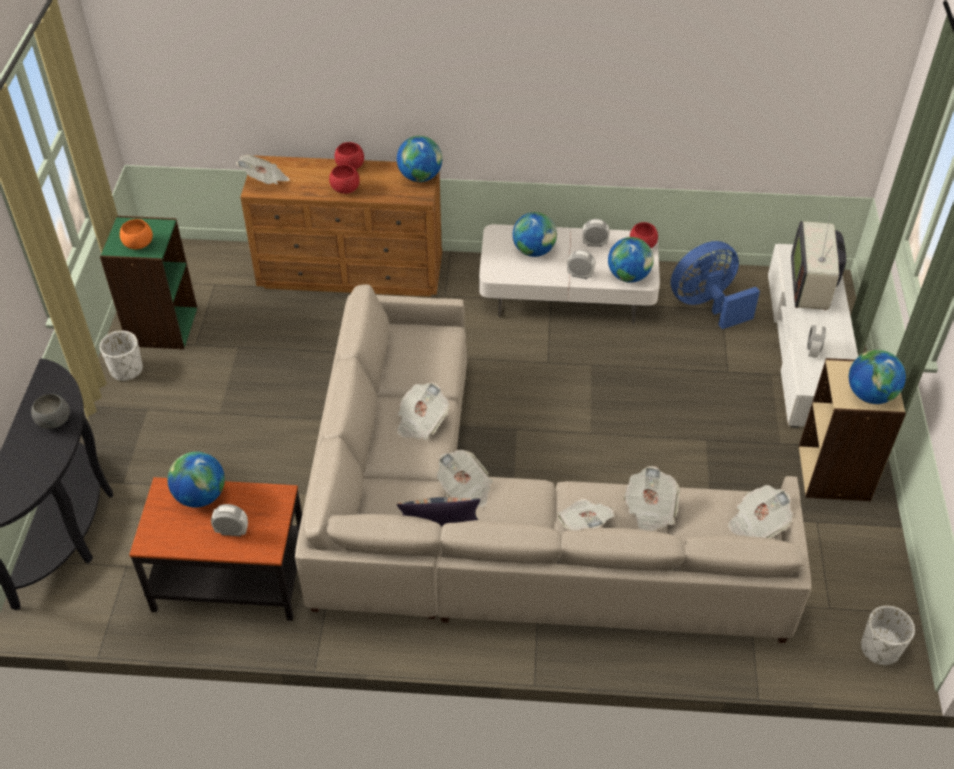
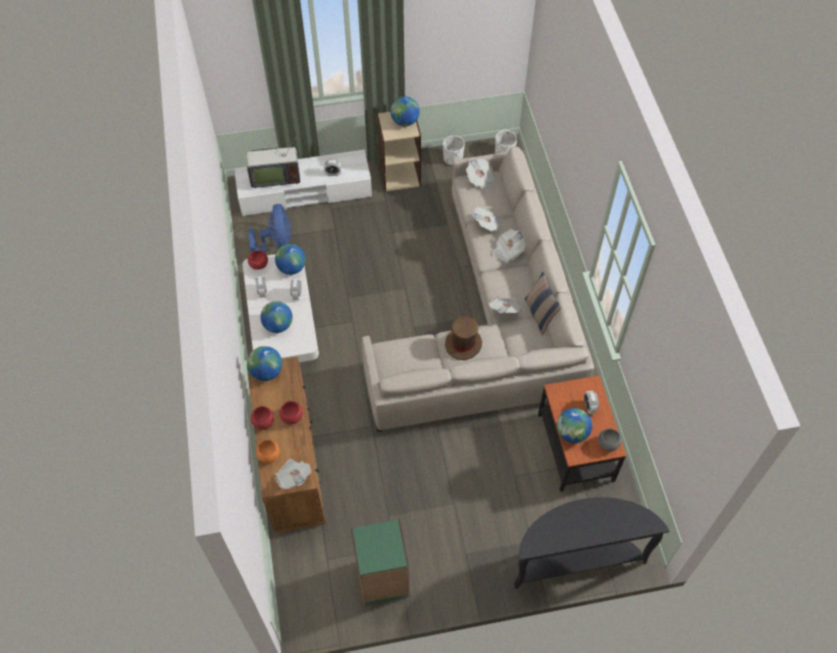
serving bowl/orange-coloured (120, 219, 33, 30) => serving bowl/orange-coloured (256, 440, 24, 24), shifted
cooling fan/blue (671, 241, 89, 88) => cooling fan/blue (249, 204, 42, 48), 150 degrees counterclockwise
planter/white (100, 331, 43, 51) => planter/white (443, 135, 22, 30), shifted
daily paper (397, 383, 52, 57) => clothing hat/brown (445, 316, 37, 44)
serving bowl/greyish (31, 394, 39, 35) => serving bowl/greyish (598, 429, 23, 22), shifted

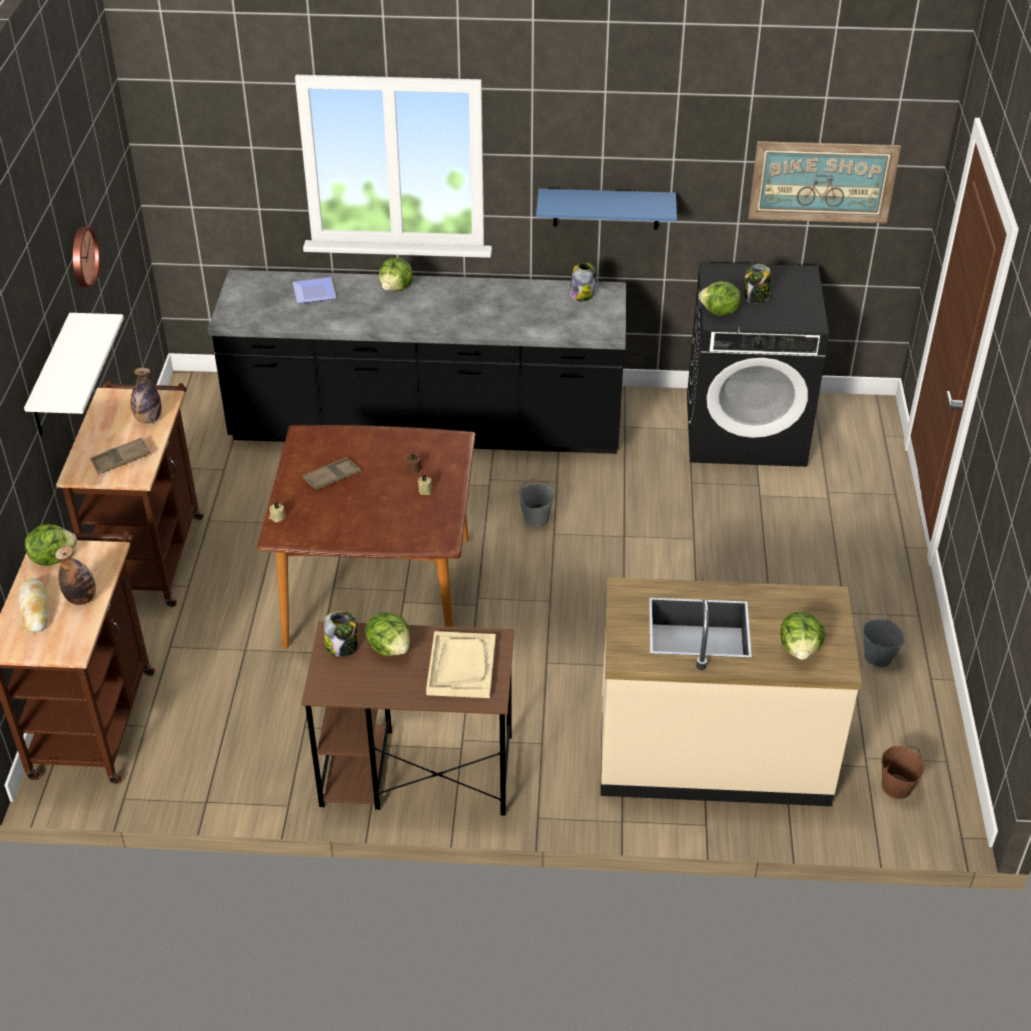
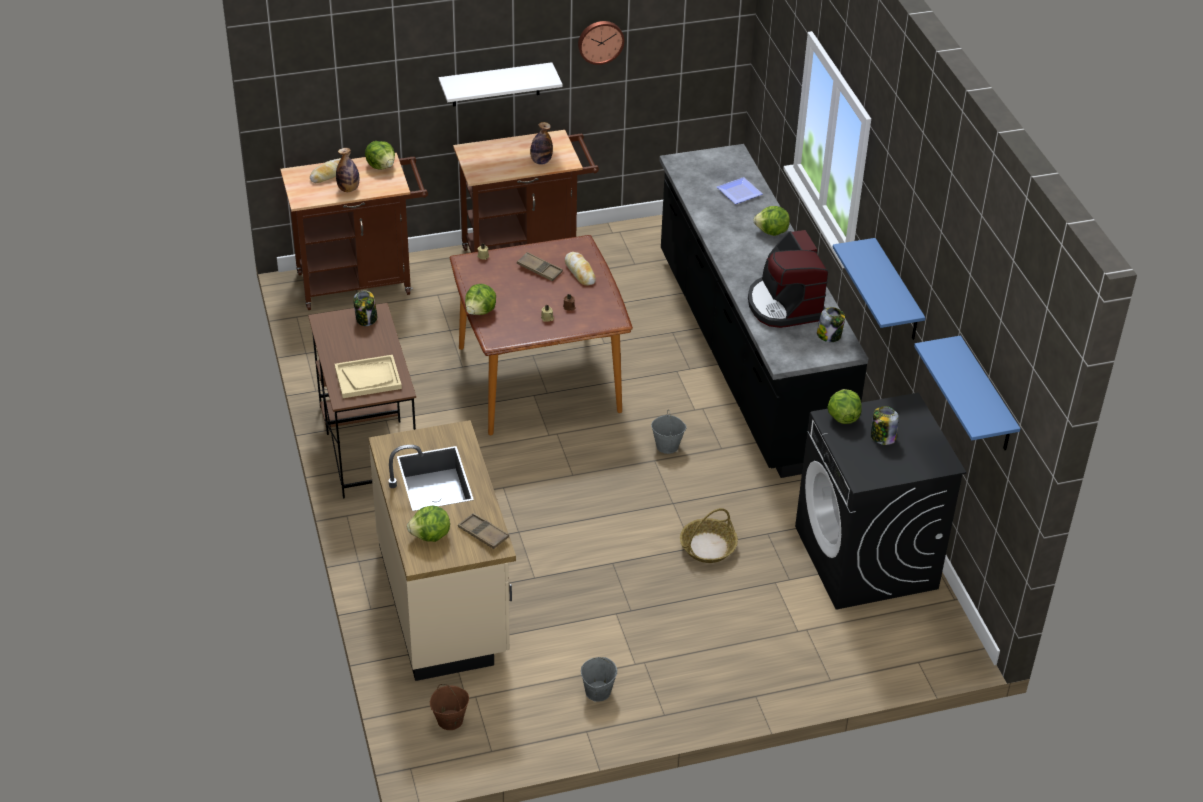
wall art (748, 141, 153, 82) => wall shelf/blue (914, 335, 107, 115)
carrying tray/brown (90, 437, 60, 37) => carrying tray/brown (458, 513, 51, 36), shifted
head of lettuce (365, 612, 45, 44) => head of lettuce (465, 284, 31, 31), shifted
nothing => coffee machine (748, 230, 80, 98)
nothing => bakery bread (565, 252, 31, 33)
nothing => basket (680, 508, 58, 55)

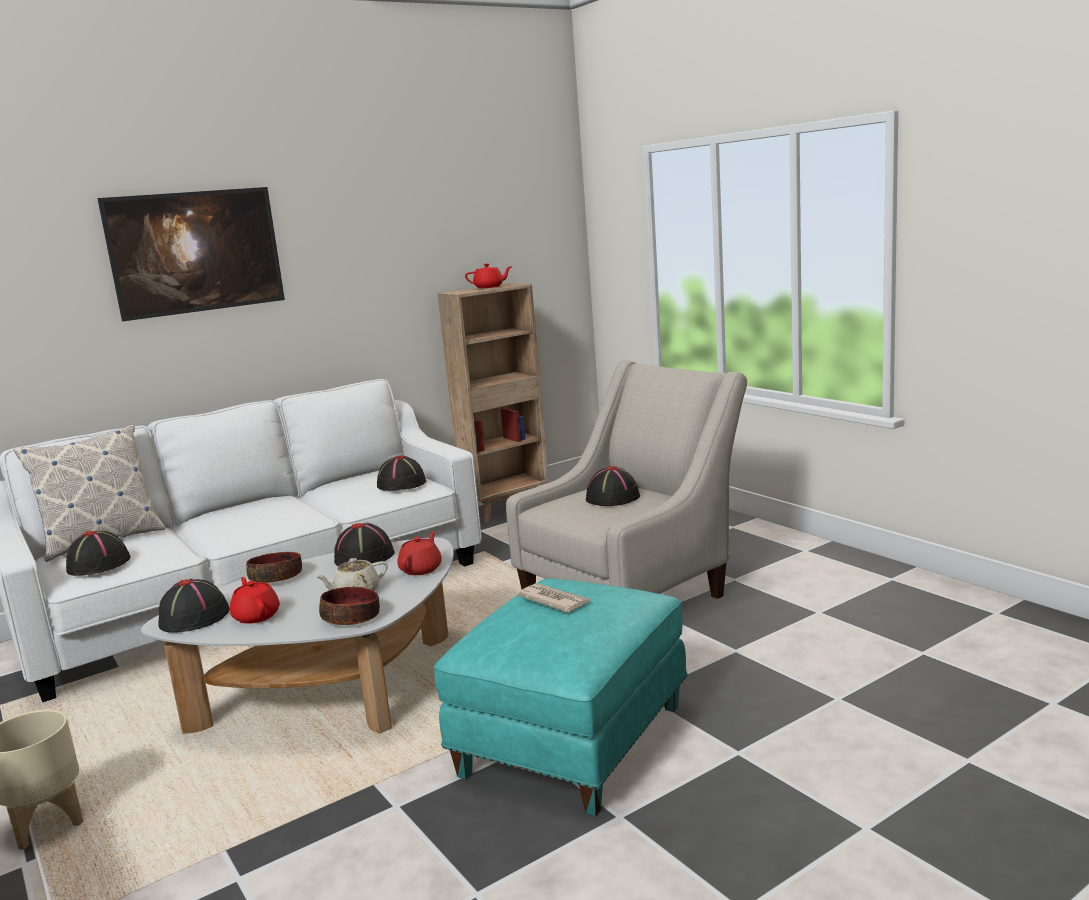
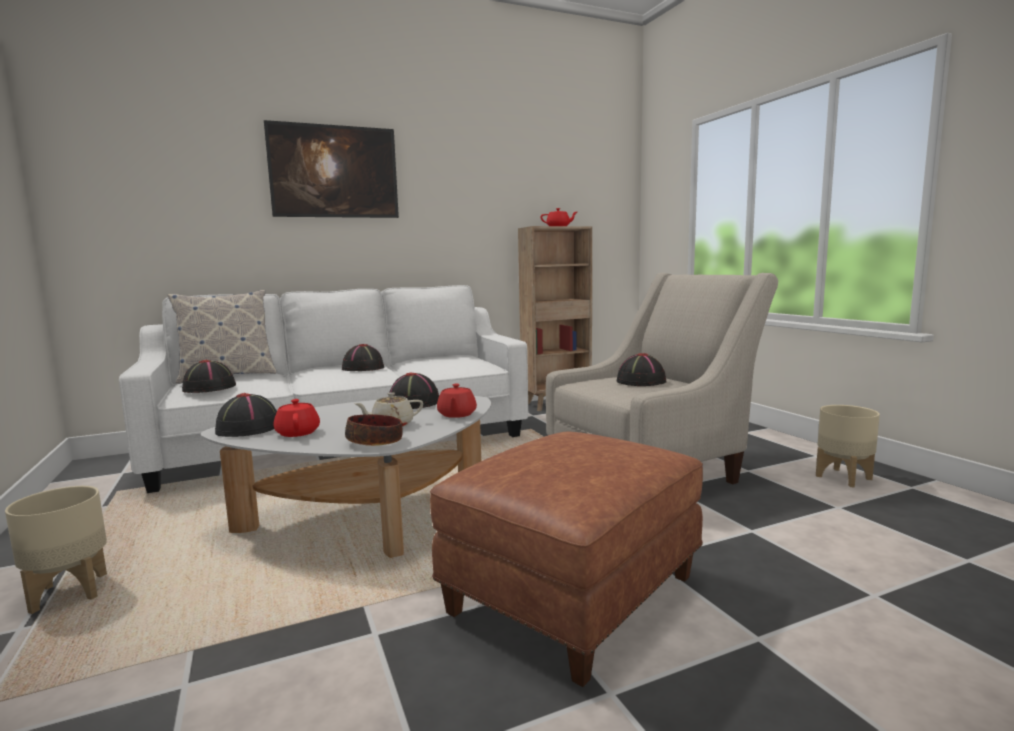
clothing hat/black (377, 456, 49, 35) => clothing hat/black (342, 344, 42, 27), shifted
tea pot/red (397, 531, 45, 44) => tea pot/red (437, 384, 40, 34), 150 degrees clockwise
serving bowl (246, 552, 56, 31) => nothing
pouffe/turquoise-coloured (434, 579, 254, 237) => pouffe/brown (430, 432, 273, 255)
daily paper (516, 583, 74, 30) => nothing
nothing => planter/beige-coloured (816, 405, 64, 82)

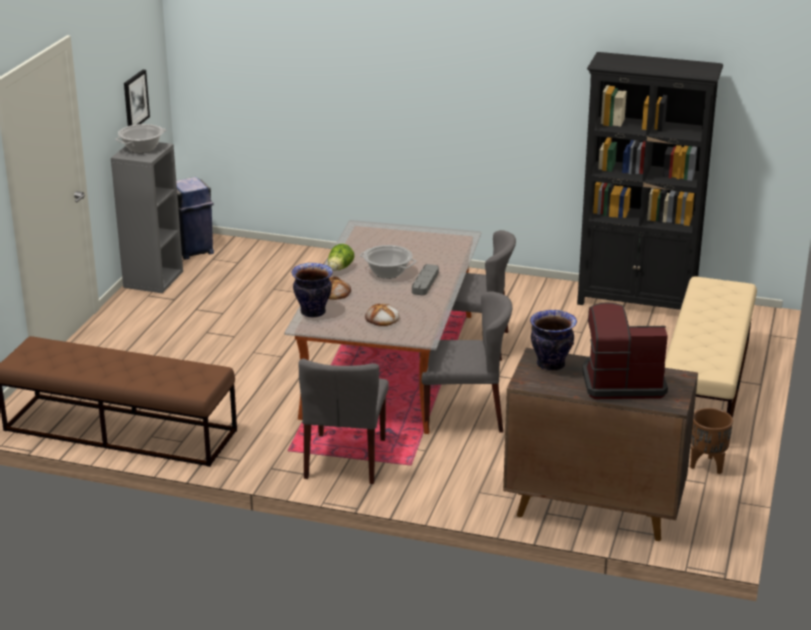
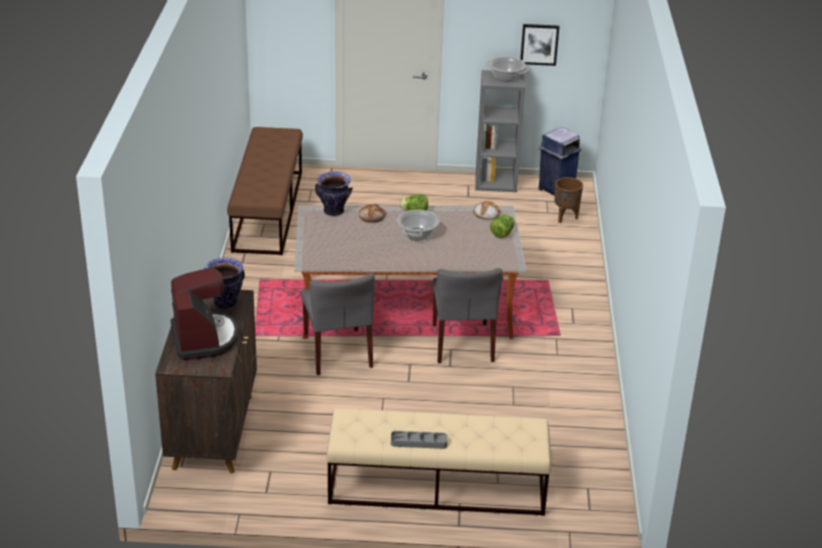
bookcase/black (577, 52, 146, 258) => nothing
carrying tray/greyish (412, 264, 27, 31) => carrying tray/greyish (391, 431, 57, 18), shifted
bakery bread (365, 304, 35, 22) => bakery bread (473, 201, 27, 19), shifted
chair/greyish (299, 359, 90, 125) => nothing
planter/brown (690, 408, 43, 66) => planter/brown (554, 177, 29, 46), shifted
nothing => head of lettuce (490, 215, 25, 23)

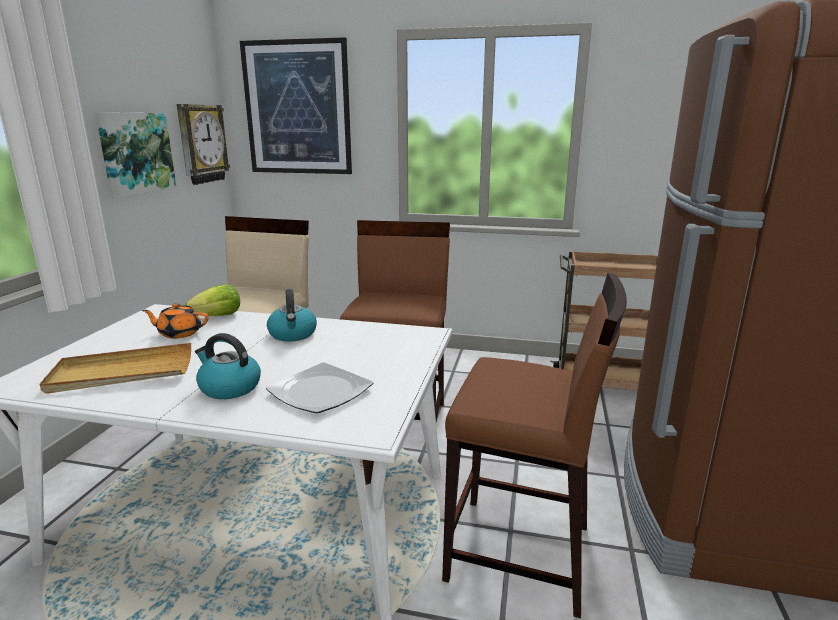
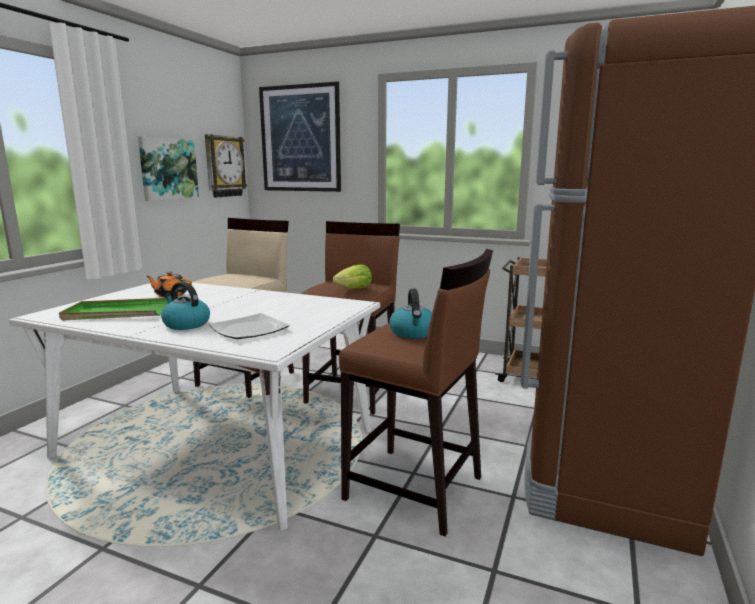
head of lettuce (185, 284, 55, 32) => head of lettuce (333, 264, 39, 25), shifted
tea kettle (267, 289, 50, 53) => tea kettle (389, 289, 43, 50), shifted
carrying tray/beige-coloured (39, 343, 152, 51) => carrying tray/green-coloured (59, 298, 109, 23)

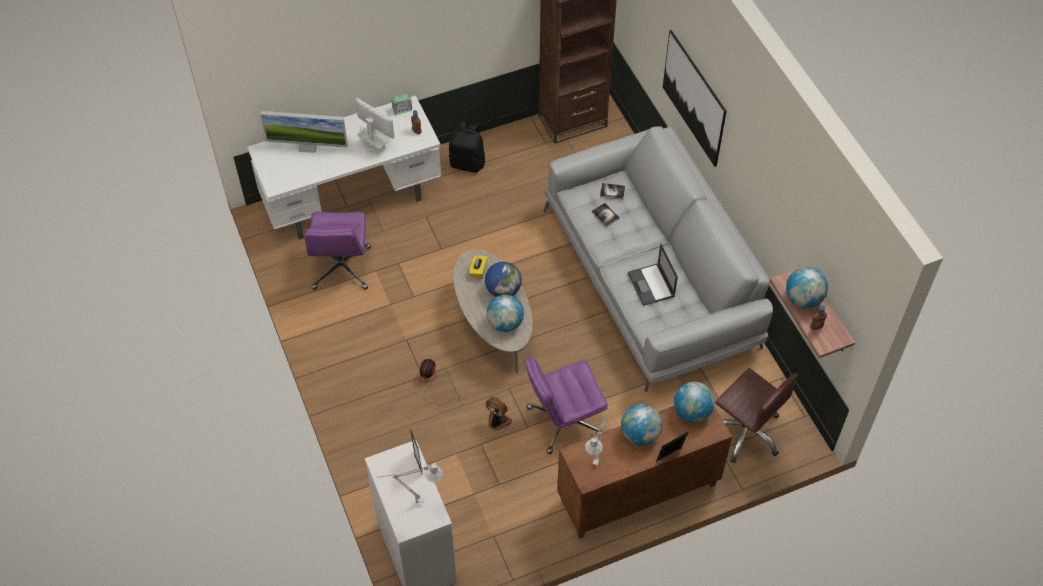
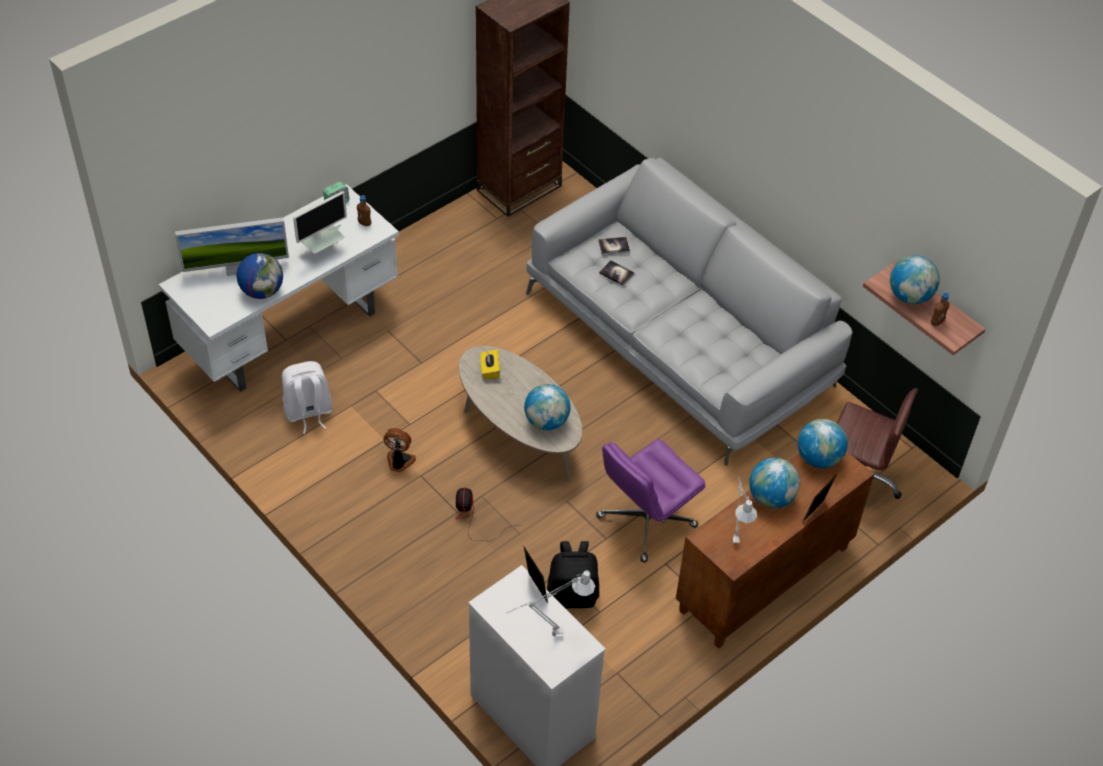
wall art (663, 30, 64, 137) => nothing
monitor (356, 98, 39, 54) => monitor (293, 191, 54, 62), 120 degrees clockwise
rucksack/black (449, 121, 36, 52) => rucksack/black (547, 541, 52, 67), shifted
computer chair/purple (304, 212, 67, 78) => rucksack/white (282, 361, 50, 73)
portable computer (628, 244, 50, 62) => nothing
world globe (485, 262, 37, 35) => world globe (237, 253, 46, 46), shifted
cooling fan (486, 396, 26, 35) => cooling fan (383, 428, 33, 45), shifted

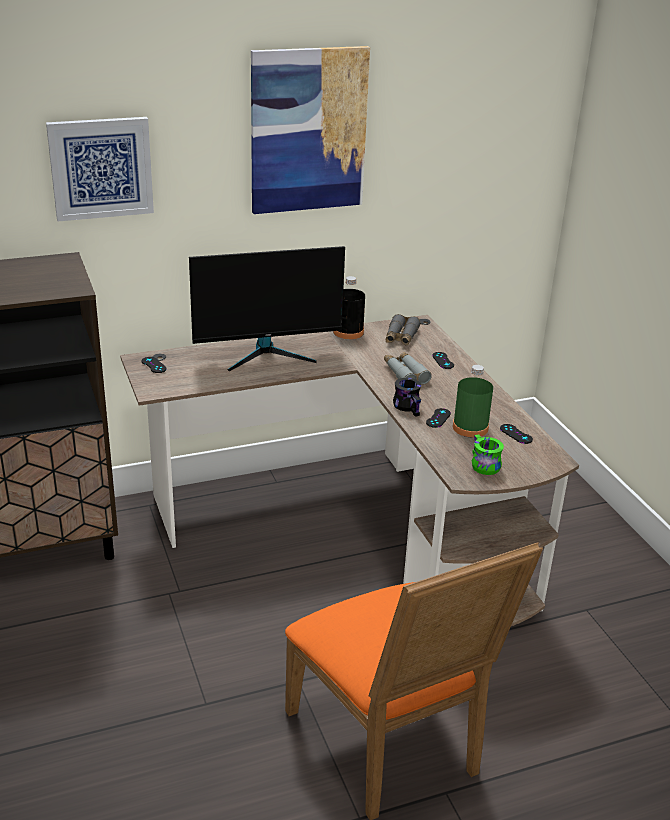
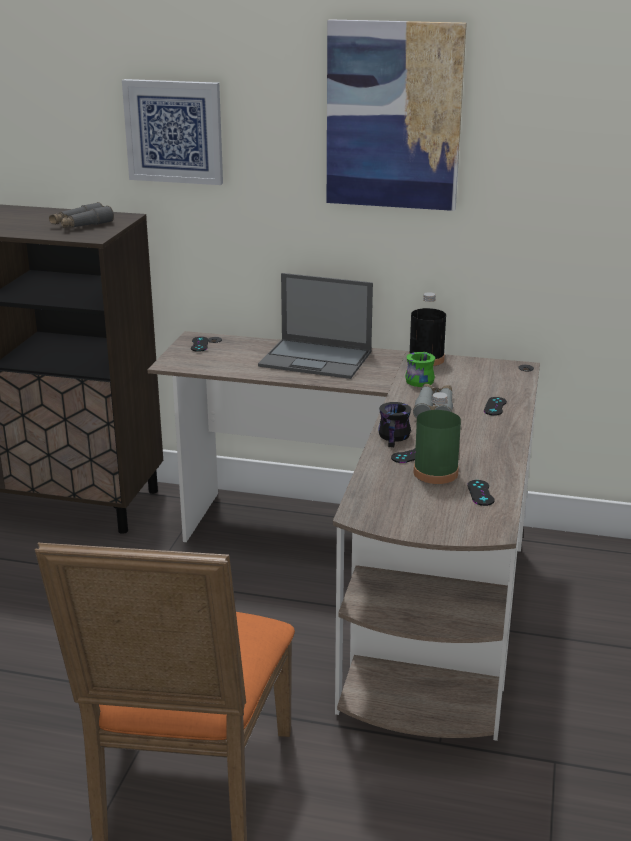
monitor (189, 246, 156, 125) => portable computer (258, 273, 115, 106)
pair of binoculars/greyish (386, 314, 35, 32) => pair of binoculars/greyish (49, 202, 65, 26), shifted
tea mug/green-coloured (472, 435, 32, 40) => tea mug/green-coloured (405, 352, 30, 35), shifted

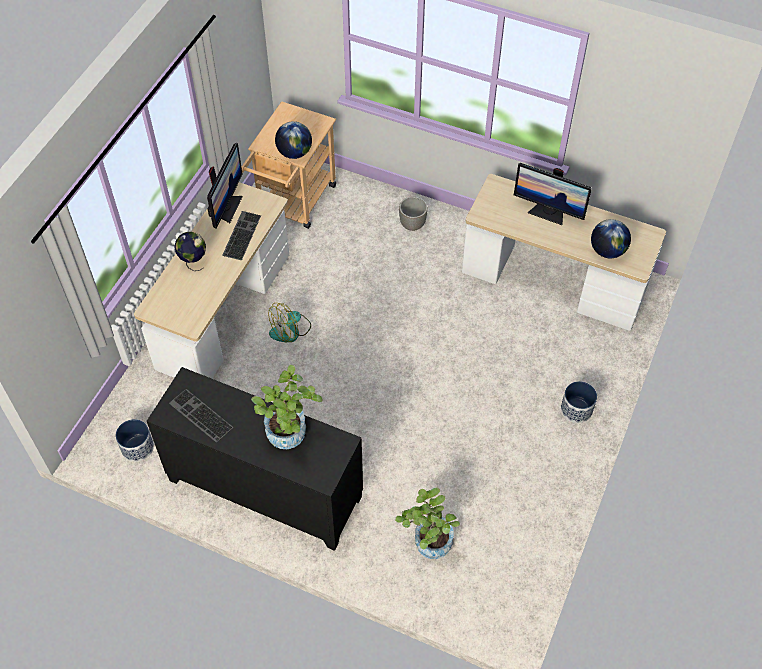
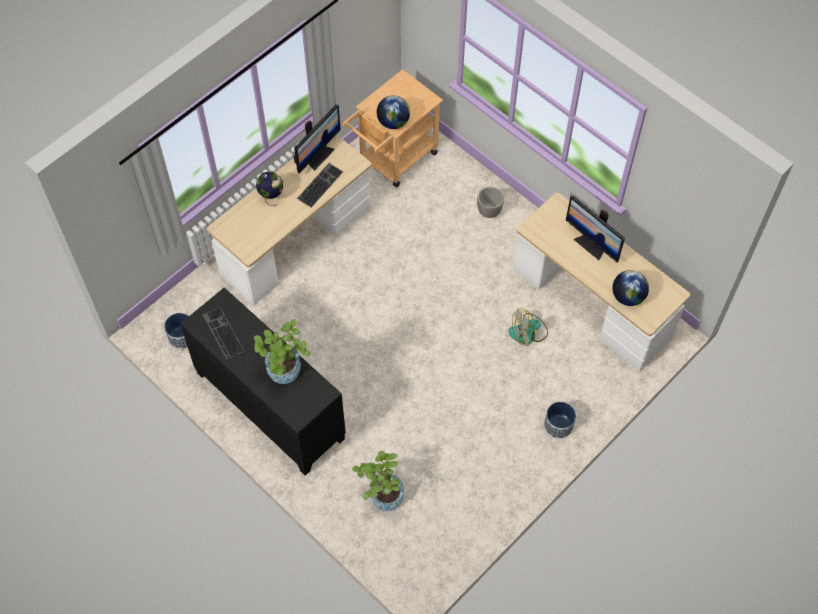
cooling fan (268, 303, 43, 39) => cooling fan (508, 308, 40, 37), shifted

